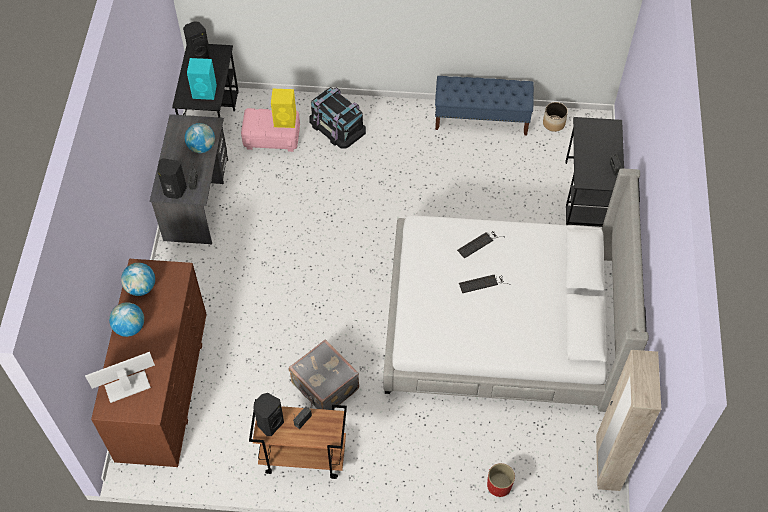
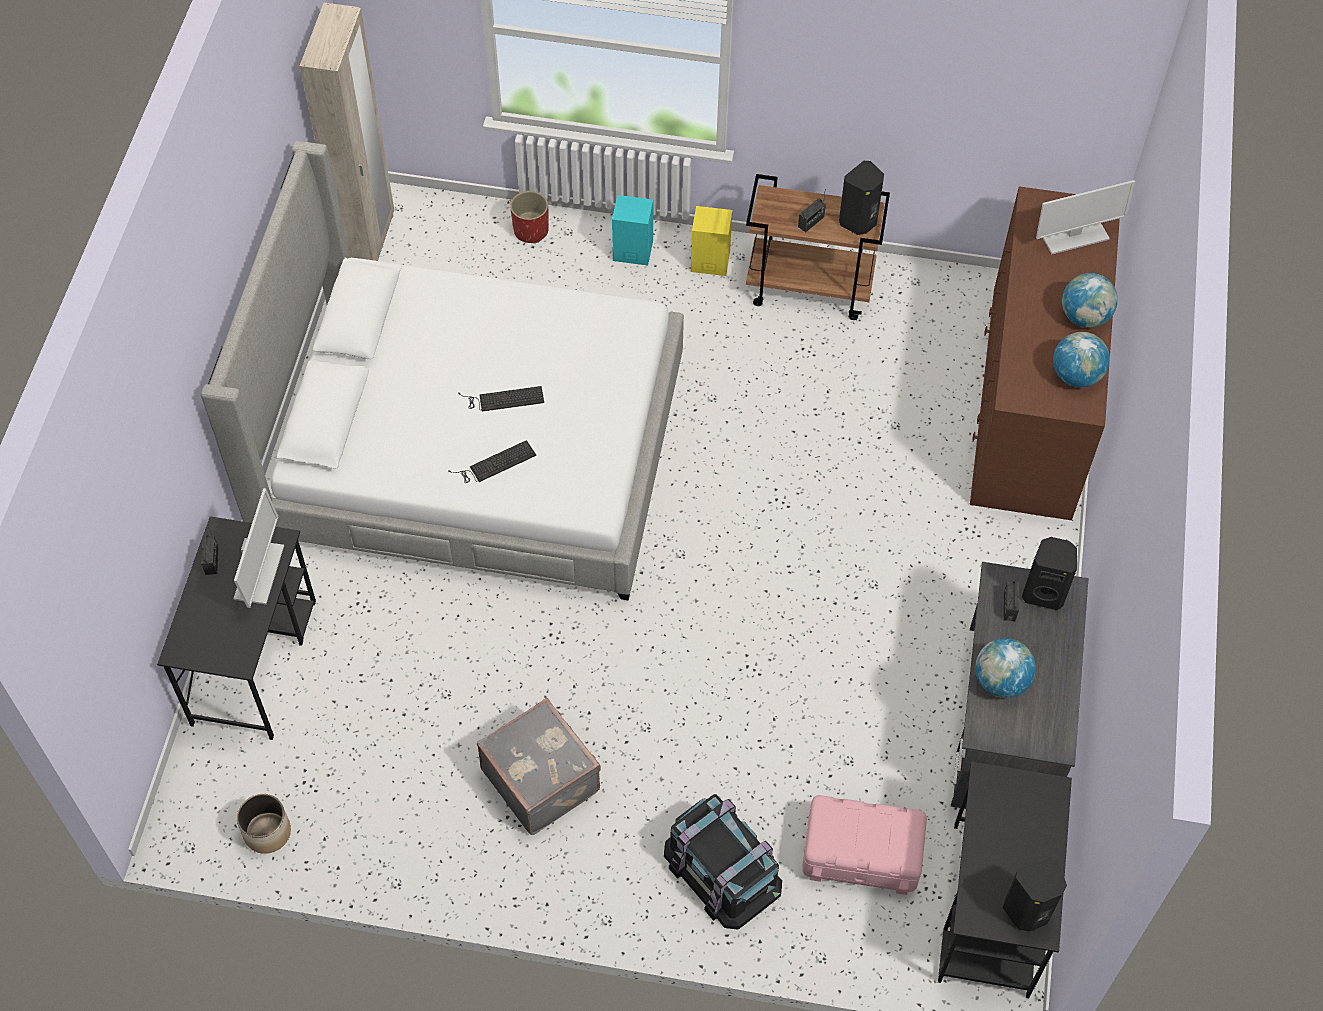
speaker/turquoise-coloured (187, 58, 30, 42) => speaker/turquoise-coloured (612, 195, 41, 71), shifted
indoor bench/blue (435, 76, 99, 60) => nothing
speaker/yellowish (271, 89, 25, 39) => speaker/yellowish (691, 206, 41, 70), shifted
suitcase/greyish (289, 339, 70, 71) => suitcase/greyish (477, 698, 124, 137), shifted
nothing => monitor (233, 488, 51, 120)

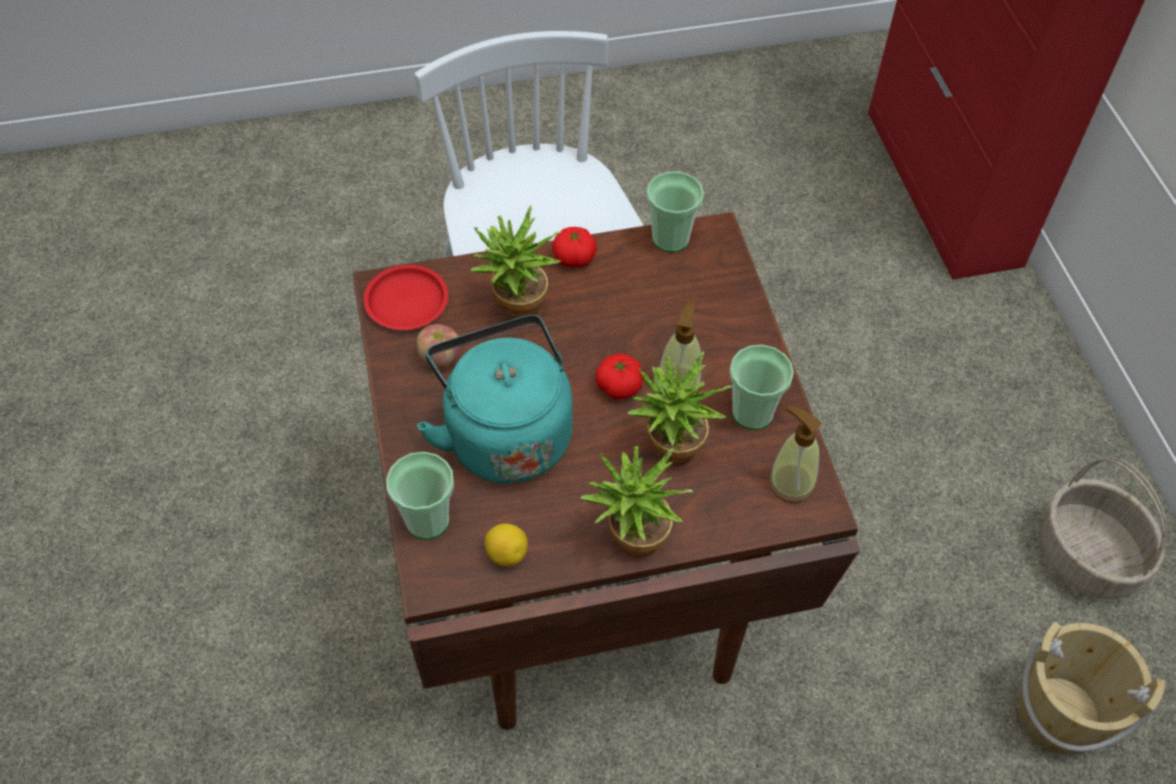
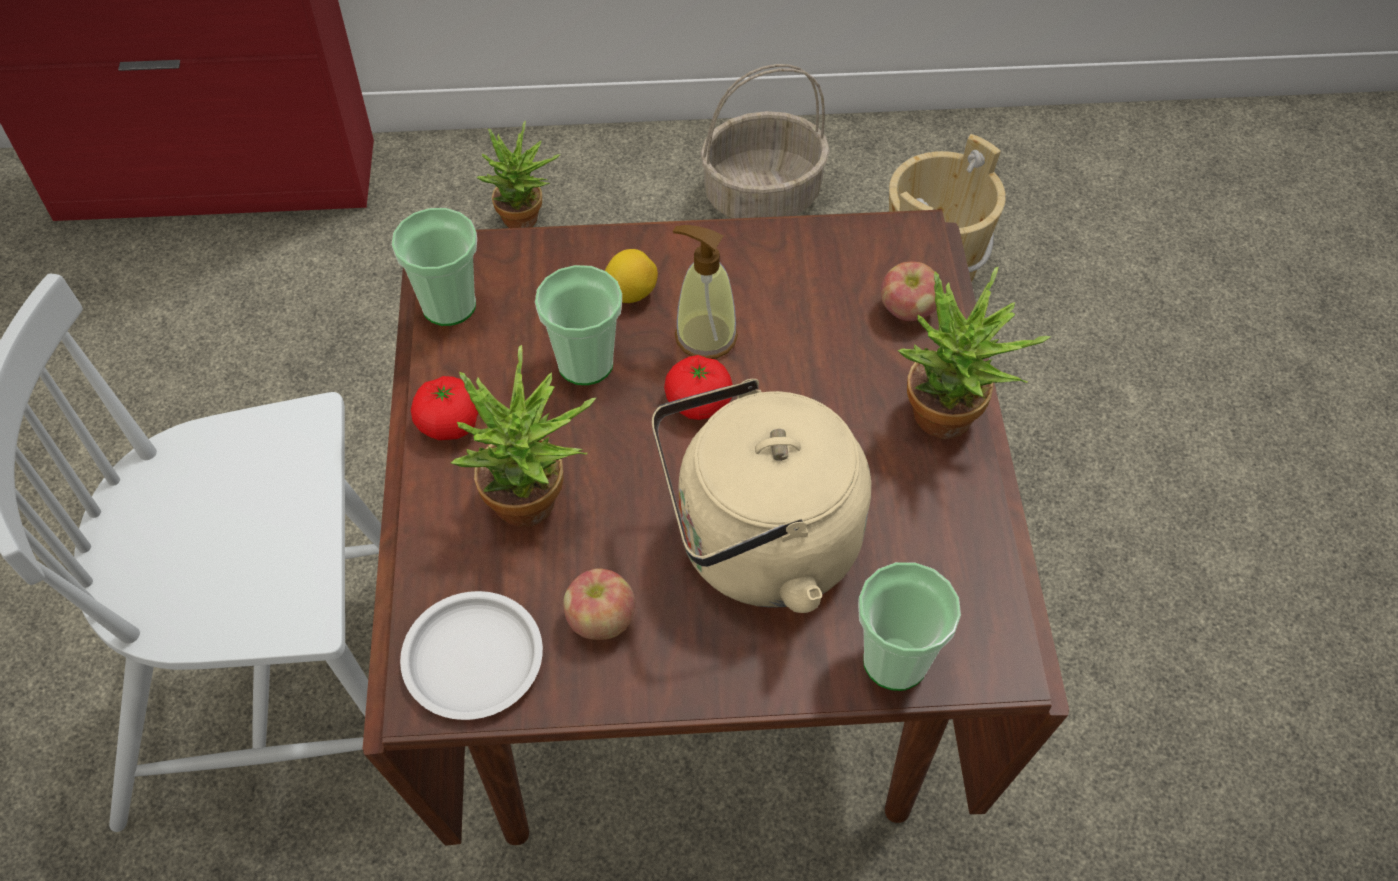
plate/red (363, 265, 85, 65) => plate/white (400, 591, 143, 129)
tea kettle/turquoise-coloured (417, 315, 155, 169) => tea kettle/beige-coloured (652, 379, 219, 234)
cup (729, 345, 65, 85) => cup (535, 265, 87, 120), shifted
potted plant (628, 351, 105, 115) => potted plant (476, 121, 85, 107), shifted
soap bottle (768, 405, 54, 98) => nothing
lemon (485, 523, 43, 44) => lemon (605, 249, 53, 54), shifted
nothing => apple fruit (881, 262, 56, 59)

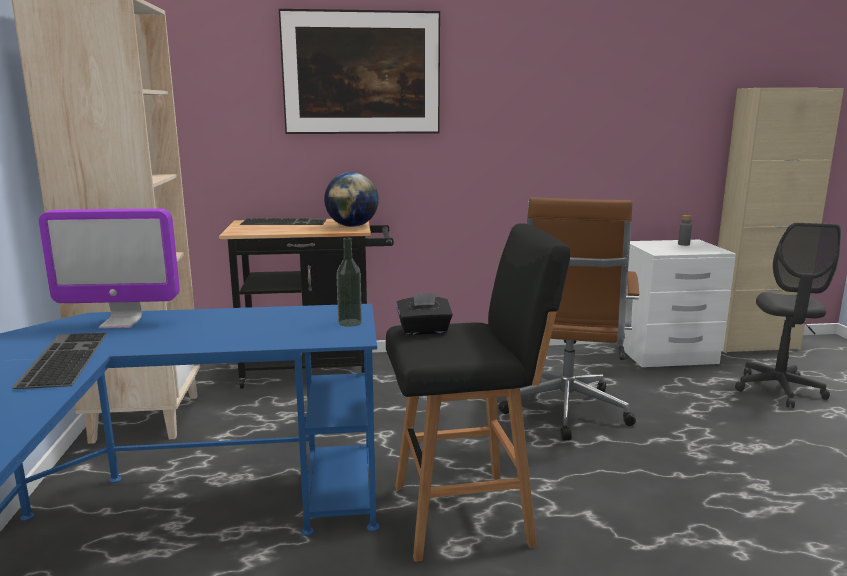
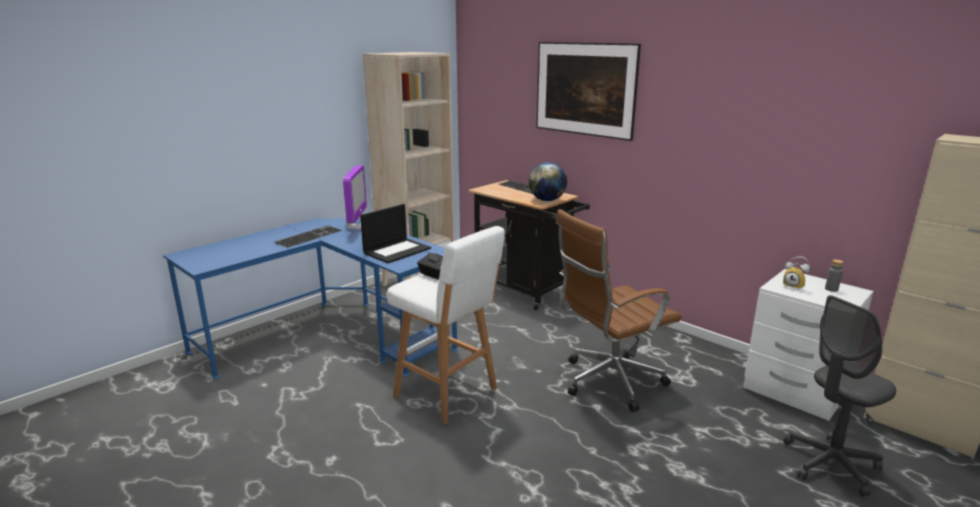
monitor (38, 209, 142, 120) => monitor (343, 165, 24, 64), 135 degrees counterclockwise
stool/black (386, 223, 185, 339) => stool/white (387, 226, 118, 198)
bottle (336, 238, 26, 89) => nothing
nothing => portable computer (360, 204, 71, 59)
nothing => bedside clock (783, 257, 27, 33)

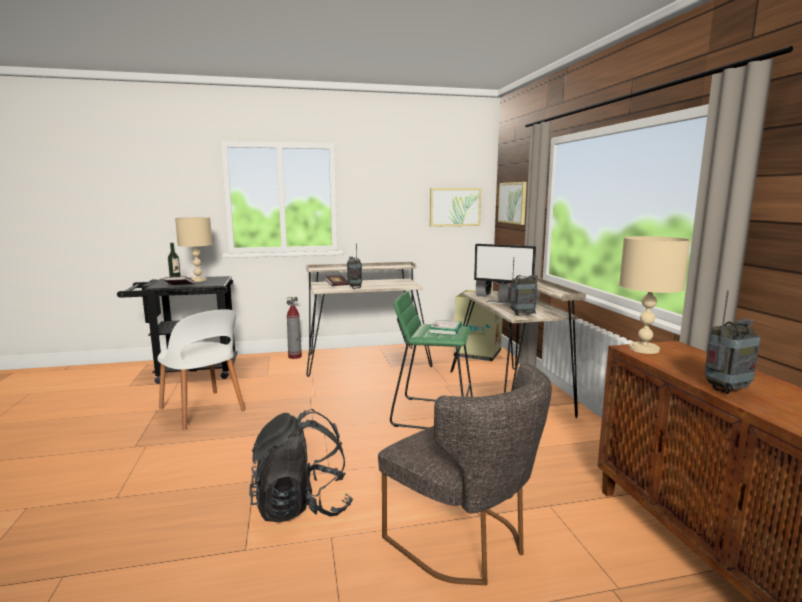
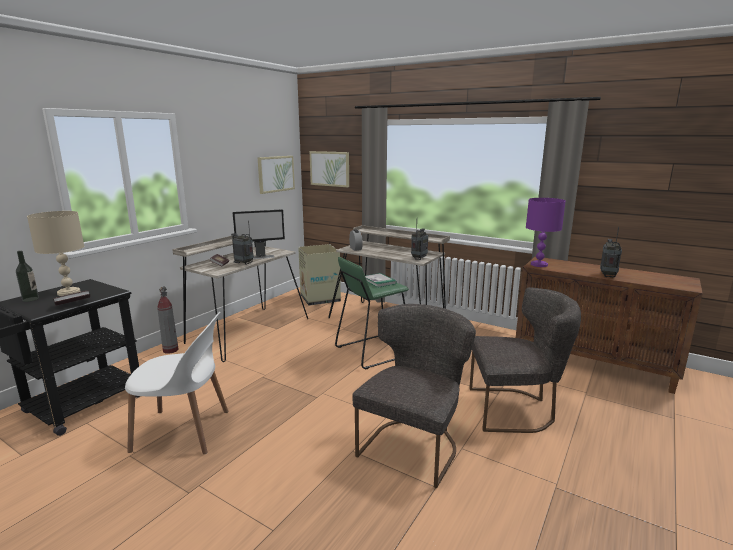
table lamp/beige-coloured (619, 236, 71, 118) => table lamp/purple (526, 198, 40, 69)
monitor (474, 244, 62, 61) => monitor (233, 209, 52, 50), shifted
rucksack/black (249, 409, 104, 113) => chair/greyish (352, 304, 124, 184)

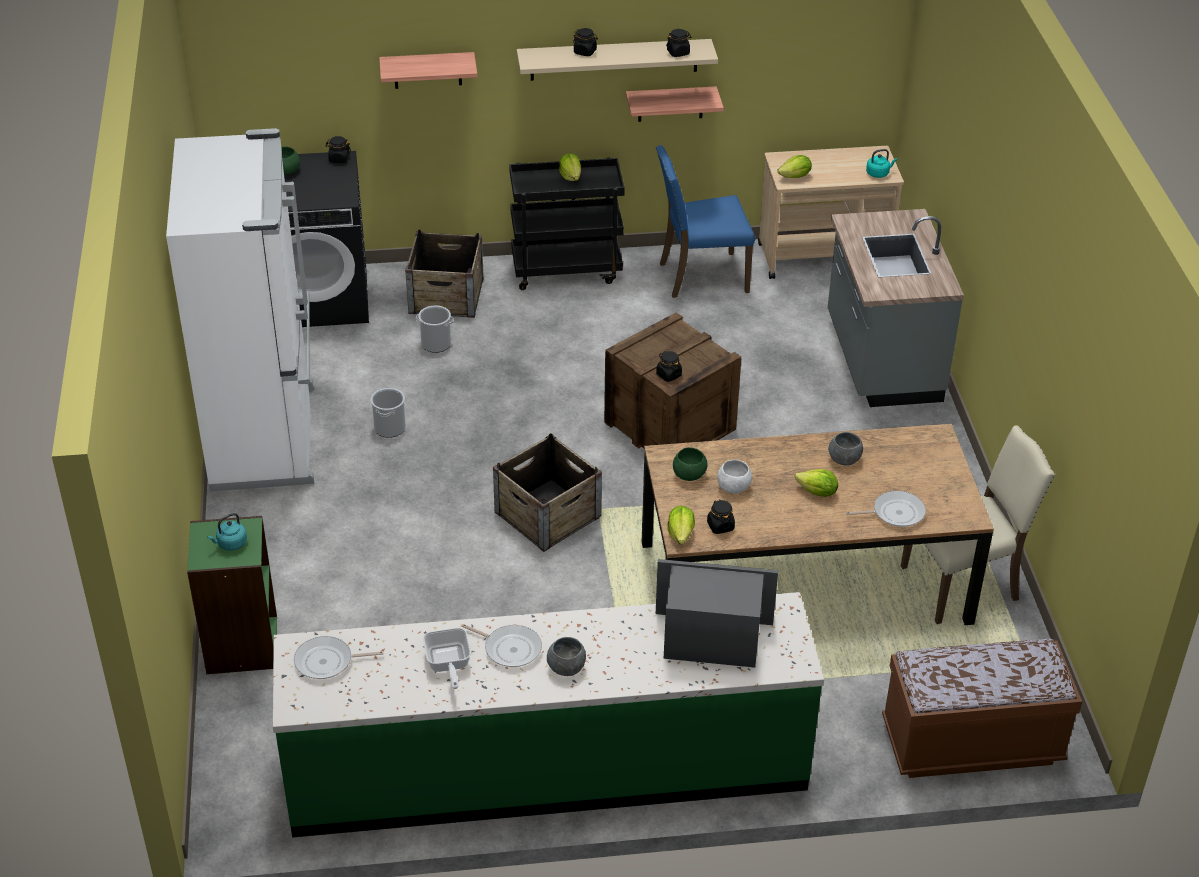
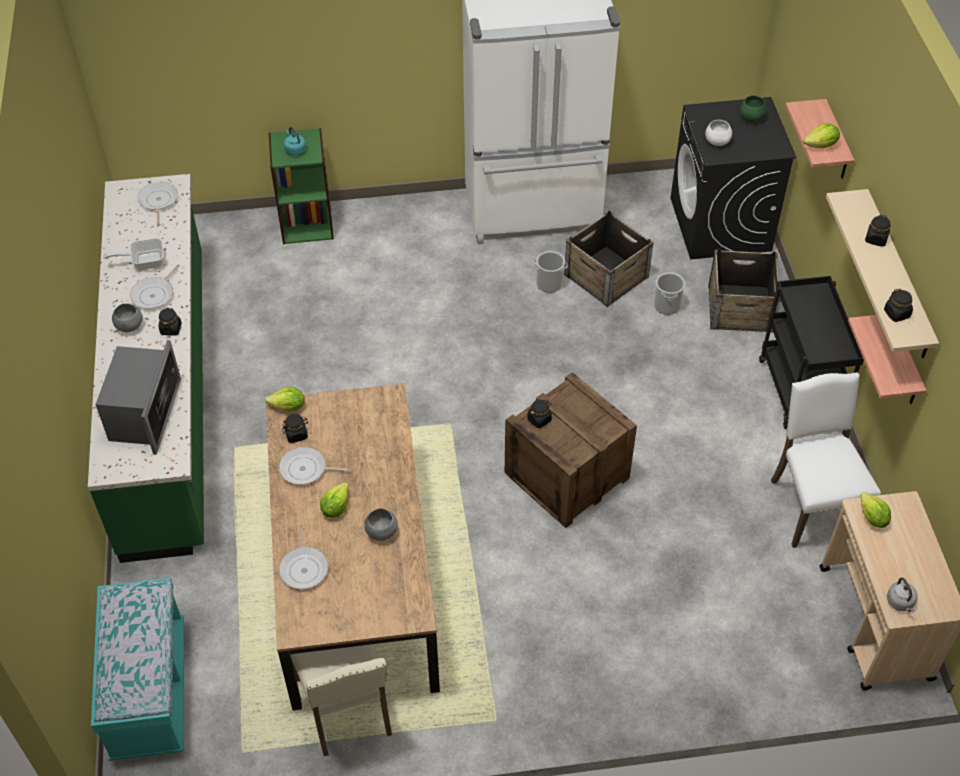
storage jar/black (325, 136, 26, 27) => storage jar/black (159, 307, 23, 29), shifted
chair/blue (656, 145, 99, 153) => chair/white (771, 372, 110, 176)
tea kettle/turquoise-coloured (866, 149, 31, 29) => tea kettle/greyish (887, 577, 31, 35)
head of lettuce (559, 153, 22, 28) => head of lettuce (803, 123, 37, 25), shifted
kitchen base unit/greyish (827, 209, 137, 198) => nothing
shipping crate (493, 433, 109, 119) => shipping crate (564, 211, 90, 96), shifted
serving bowl/green-coloured (673, 447, 35, 34) => nothing
serving bowl/white (717, 460, 35, 33) => serving bowl/white (705, 120, 27, 26), shifted
indoor bench/brown (882, 639, 200, 139) => indoor bench/turquoise-coloured (91, 578, 93, 183)
nothing => skillet (279, 447, 72, 38)

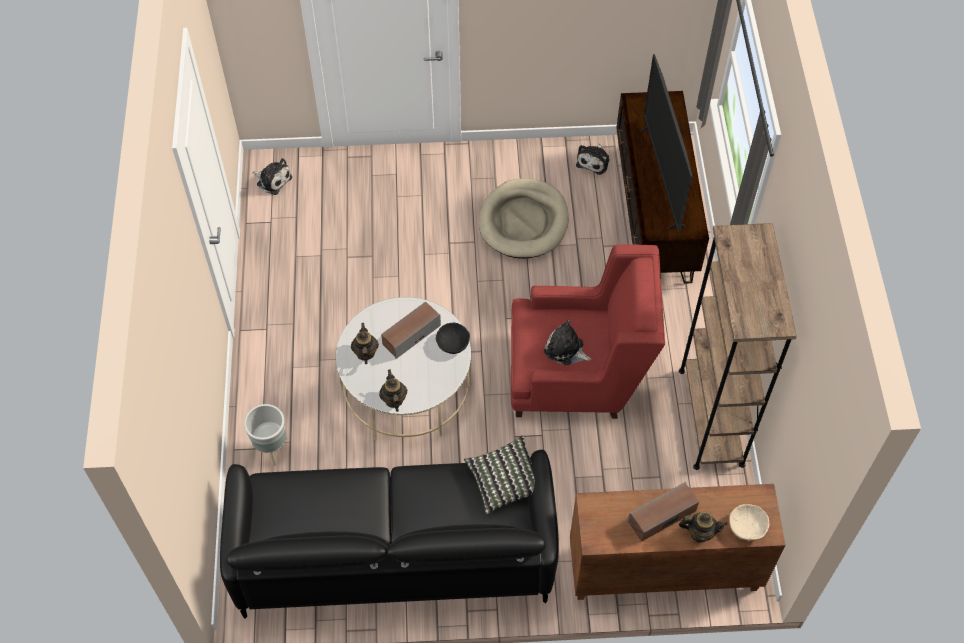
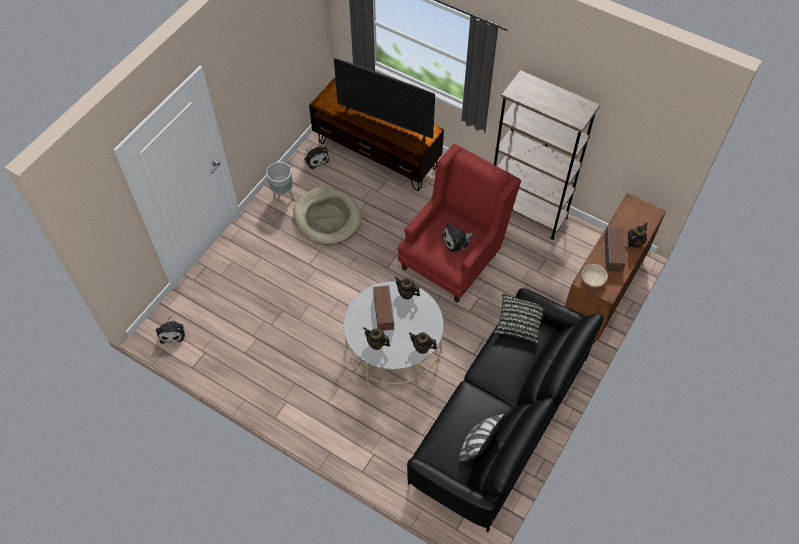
plush toy (252, 158, 40, 37) => plush toy (156, 316, 29, 28), 105 degrees clockwise
serving bowl/black (436, 323, 34, 31) => tea pot (395, 277, 25, 22)
planter/greyish (244, 404, 43, 62) => planter/greyish (266, 162, 28, 39), shifted
serving bowl/beige-coloured (729, 504, 40, 36) => serving bowl/beige-coloured (582, 264, 26, 23), shifted
nothing => cushion (458, 414, 47, 49)

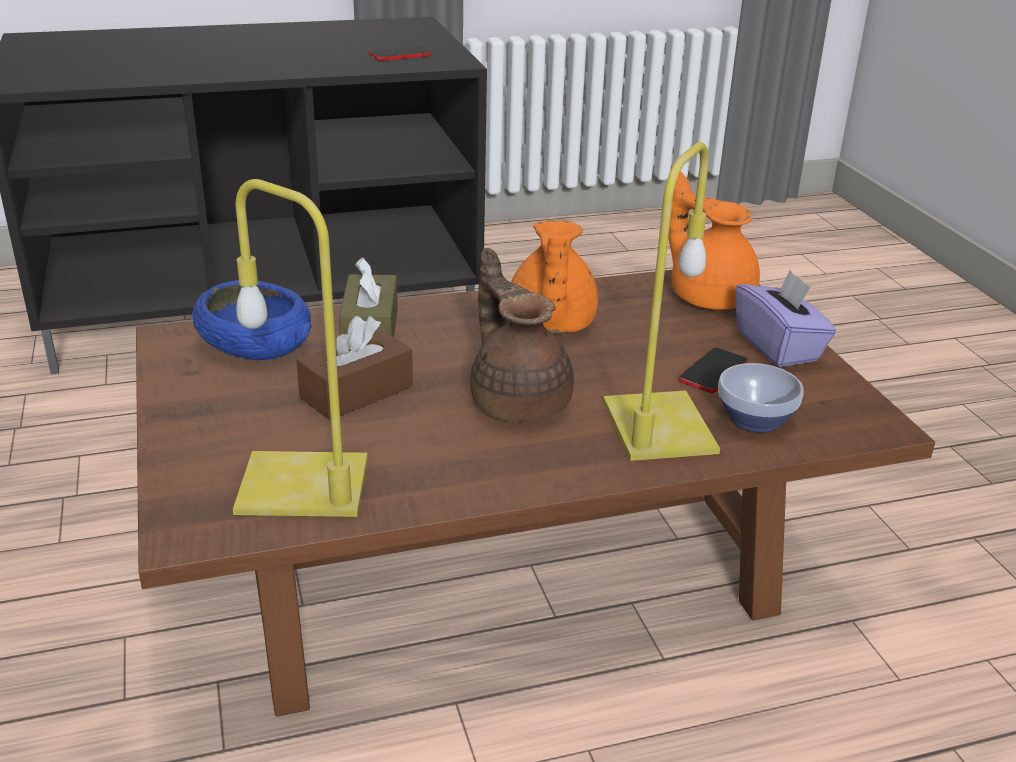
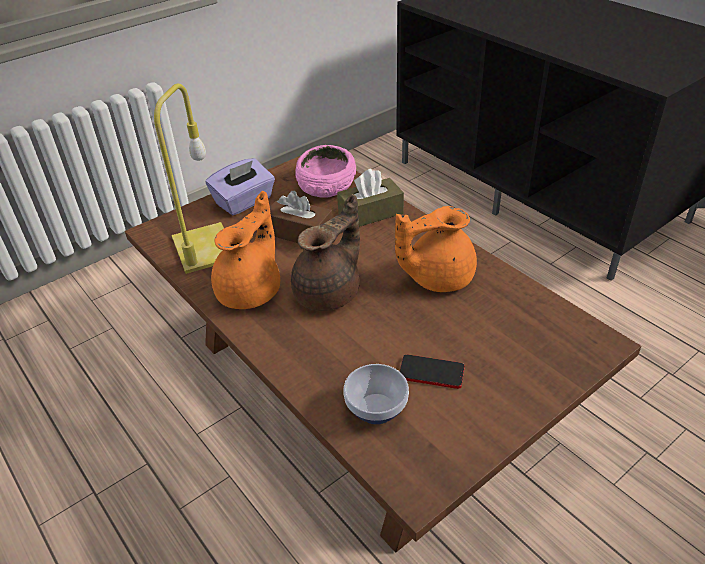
handset (369, 46, 62, 15) => nothing
table lamp/yellowish (603, 142, 117, 319) => nothing
tea pot/orange-coloured (668, 171, 92, 139) => tea pot/orange-coloured (211, 191, 69, 118), shifted
box of tissues/purple (735, 270, 101, 97) => box of tissues/purple (206, 158, 69, 58), shifted
serving bowl/blue (192, 280, 120, 80) => serving bowl/pink-coloured (295, 145, 61, 53)

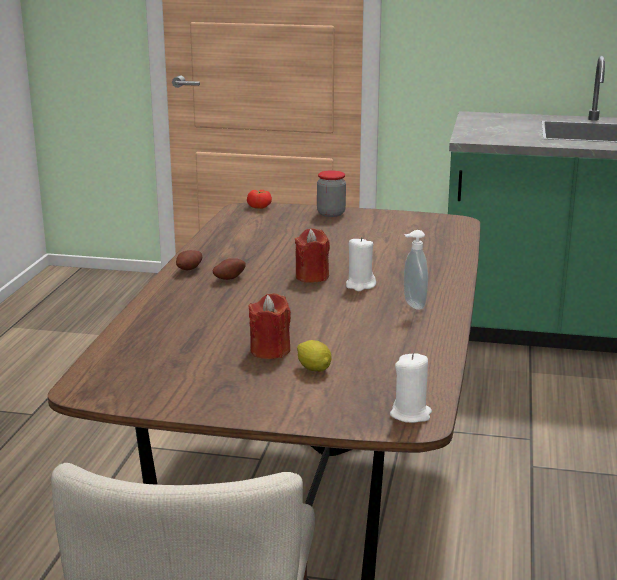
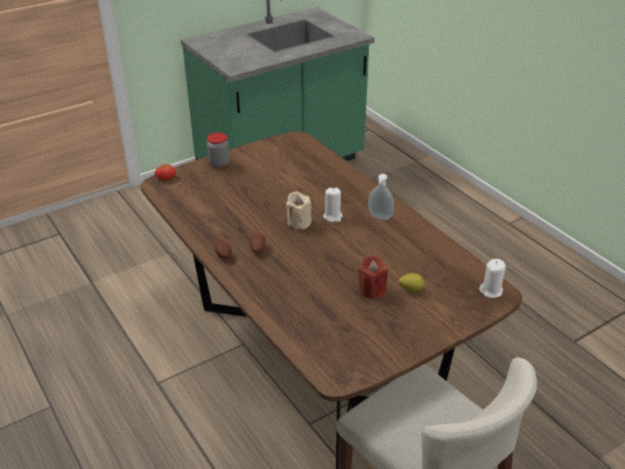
wax light/red (295, 228, 35, 55) => wax light/beige-coloured (286, 191, 26, 39)

